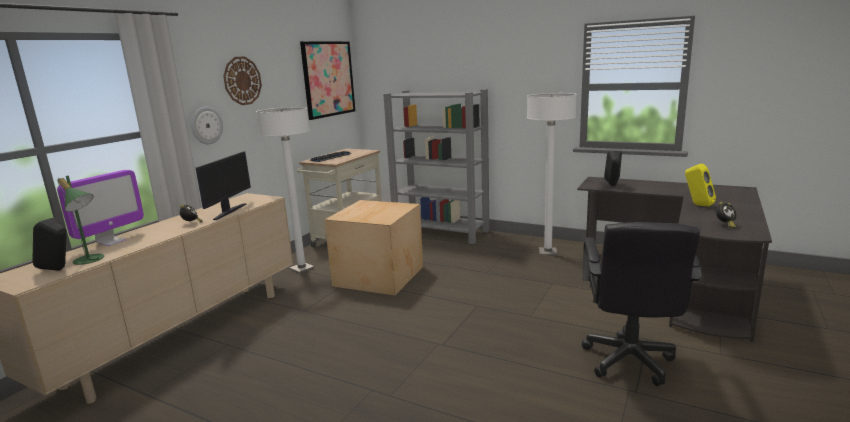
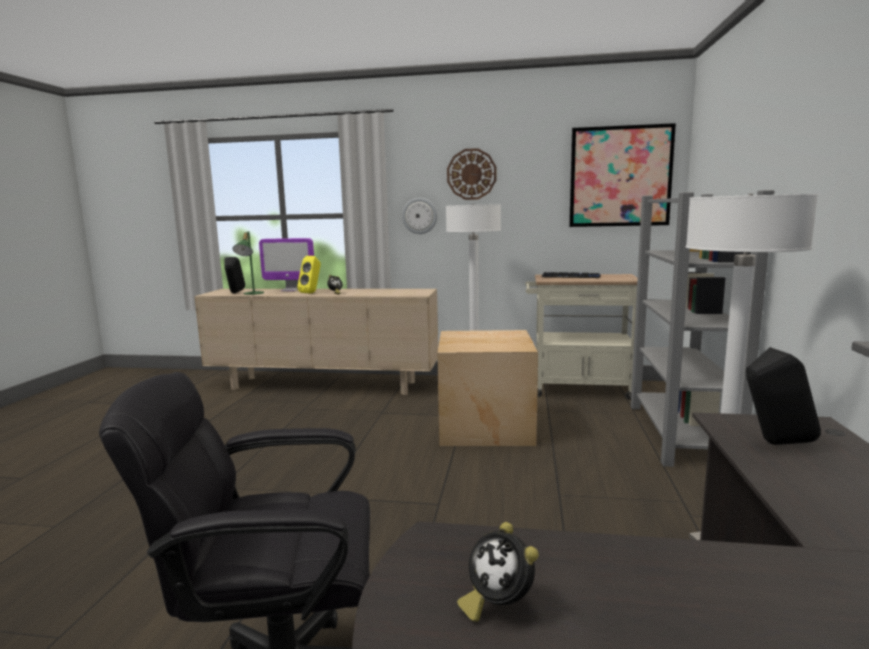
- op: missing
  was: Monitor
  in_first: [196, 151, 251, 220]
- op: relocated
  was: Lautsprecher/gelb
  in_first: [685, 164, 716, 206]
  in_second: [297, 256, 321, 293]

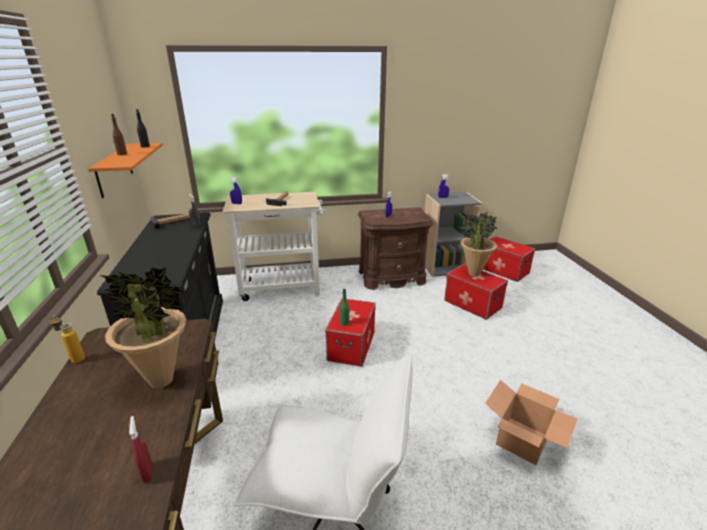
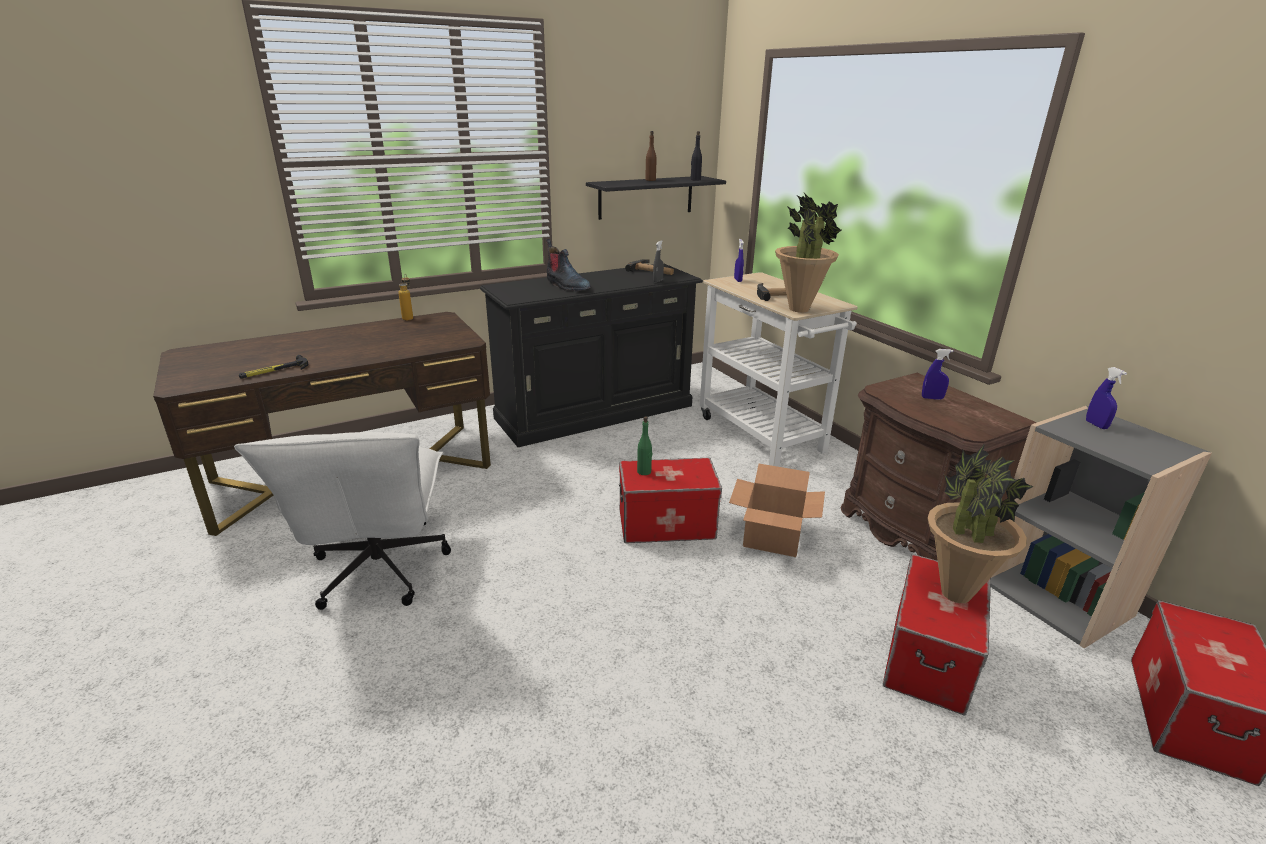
- op: colour
  was: Wandregal/orange
  now: Wandregal/schwarz
  in_first: [88, 143, 163, 198]
  in_second: [586, 176, 726, 220]
- op: relocated
  was: Topfpflanze
  in_first: [100, 267, 186, 388]
  in_second: [775, 193, 841, 313]
- op: exchanged
  was: Sprühflasche/rot
  now: Hammer
  in_first: [129, 416, 152, 483]
  in_second: [239, 355, 308, 379]
- op: relocated
  was: Karton
  in_first: [485, 380, 578, 465]
  in_second: [729, 464, 825, 557]
- op: appeared
  now: Stiefel
  in_second: [546, 239, 591, 292]

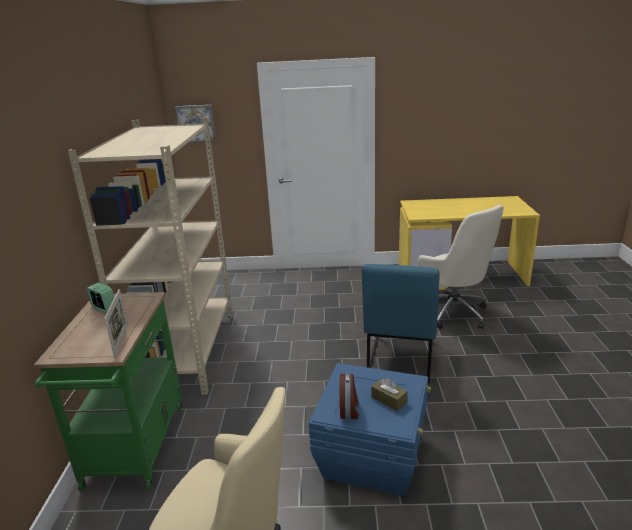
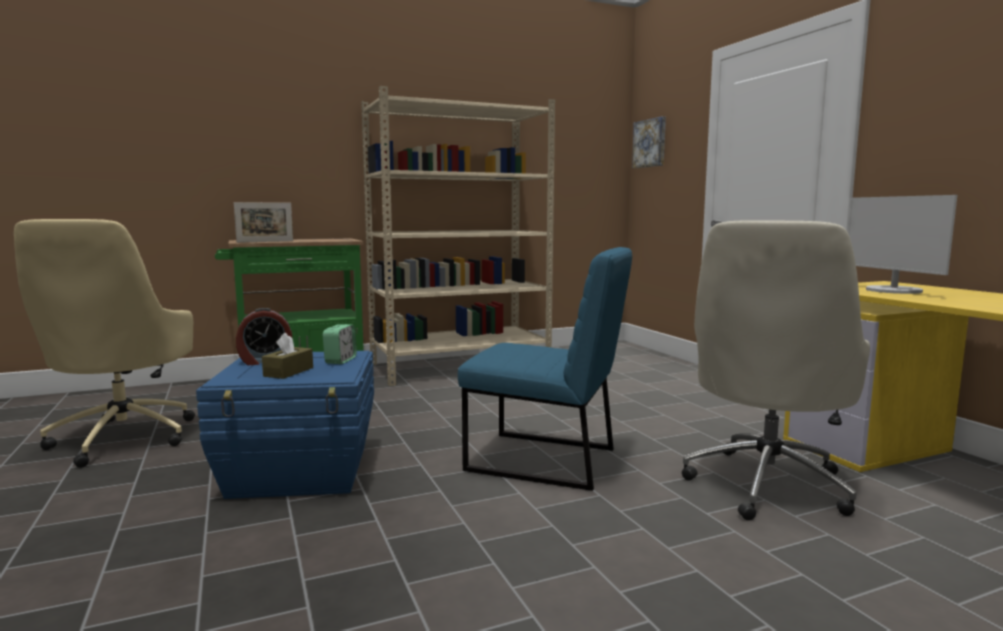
- op: relocated
  was: Wecker
  in_first: [87, 283, 115, 313]
  in_second: [323, 324, 357, 364]
- op: spun
  was: Stuhl/blau
  in_first: [362, 264, 440, 383]
  in_second: [458, 247, 632, 491]
  clockwise: -150
- op: appeared
  now: Monitor
  in_second: [847, 195, 957, 294]

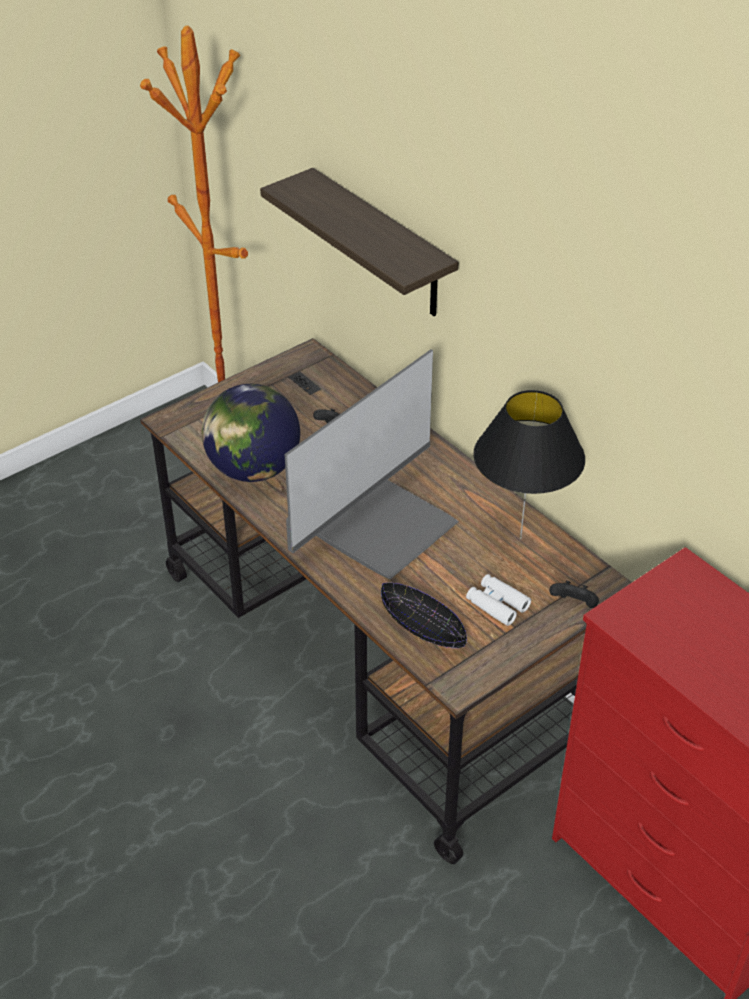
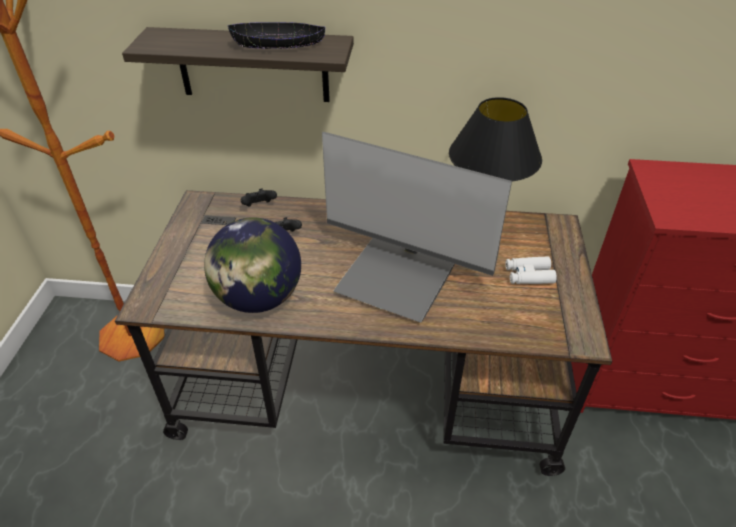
- op: spun
  was: Monitor
  in_first: [285, 349, 459, 579]
  in_second: [322, 132, 512, 323]
  clockwise: 120
- op: relocated
  was: Schüssel/schwarz
  in_first: [381, 583, 467, 648]
  in_second: [228, 22, 325, 49]
- op: relocated
  was: Gamepad/schwarz
  in_first: [549, 581, 599, 608]
  in_second: [241, 188, 277, 206]

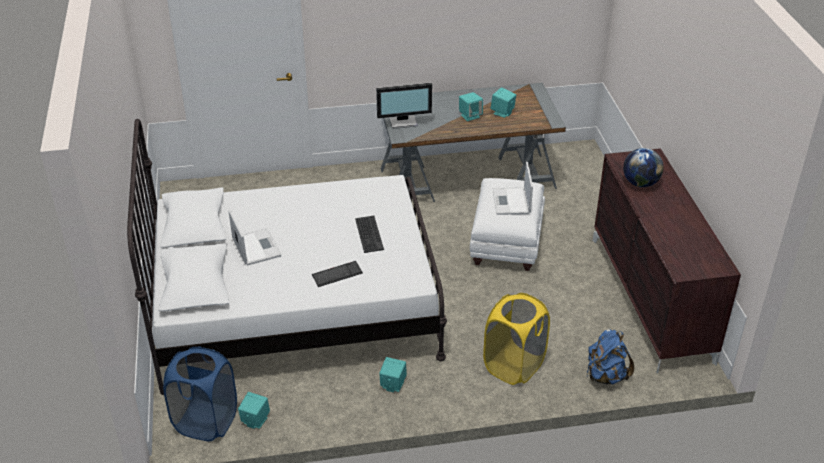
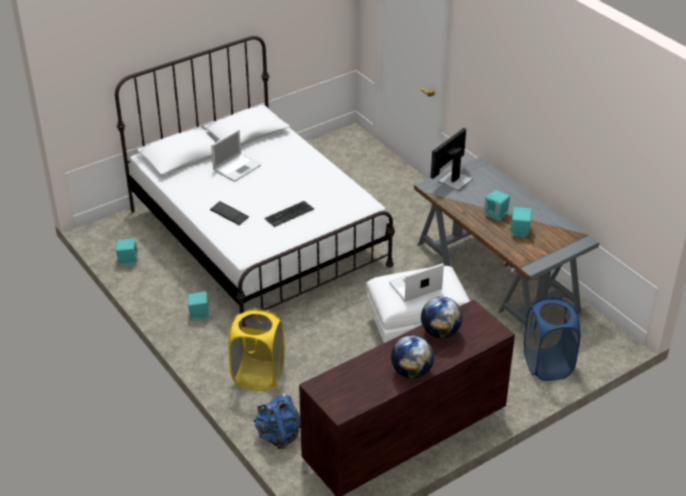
- op: relocated
  was: Wäschekorb/blau
  in_first: [163, 346, 237, 441]
  in_second: [524, 298, 580, 381]
- op: spun
  was: Monitor
  in_first: [376, 83, 432, 129]
  in_second: [431, 128, 473, 191]
  clockwise: 75
- op: appeared
  now: Globus
  in_second: [391, 335, 434, 378]

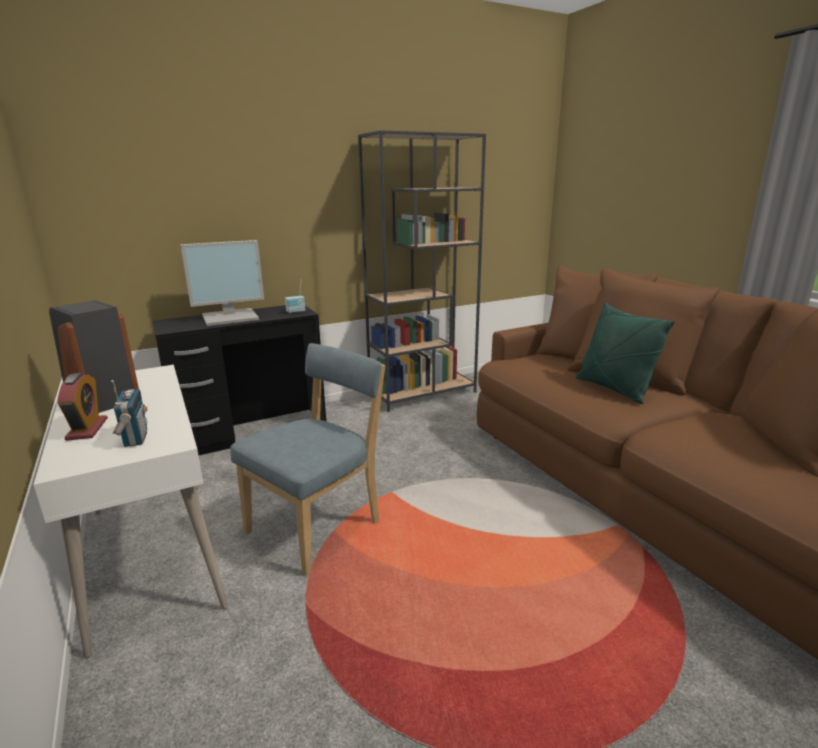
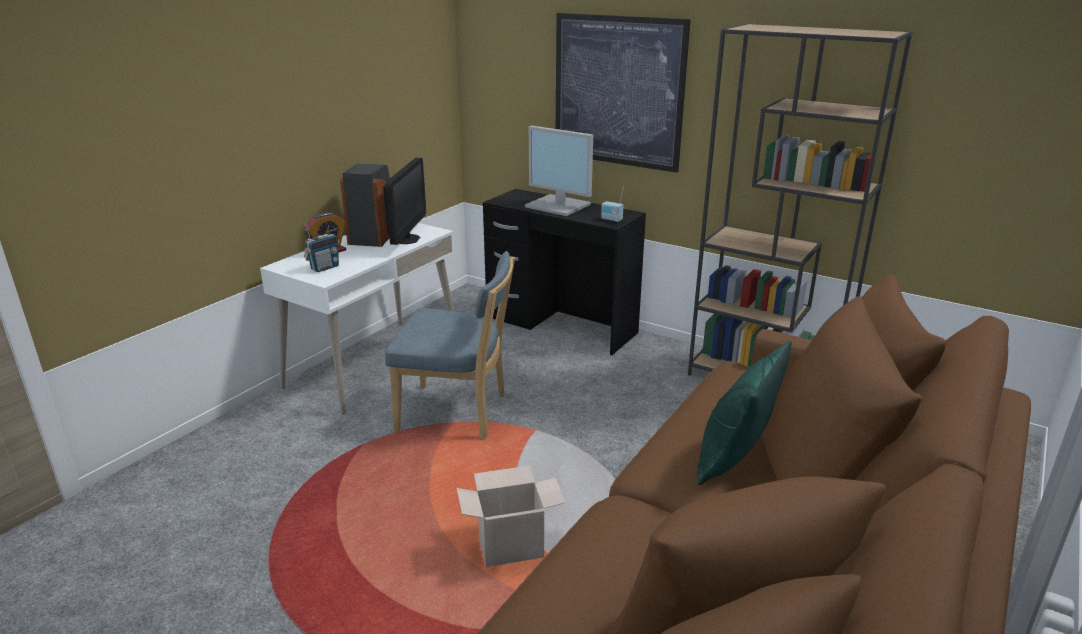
- op: appeared
  now: Monitor
  in_second: [383, 158, 426, 245]
- op: appeared
  now: Karton
  in_second: [456, 466, 566, 567]
- op: appeared
  now: Bild
  in_second: [556, 13, 691, 173]

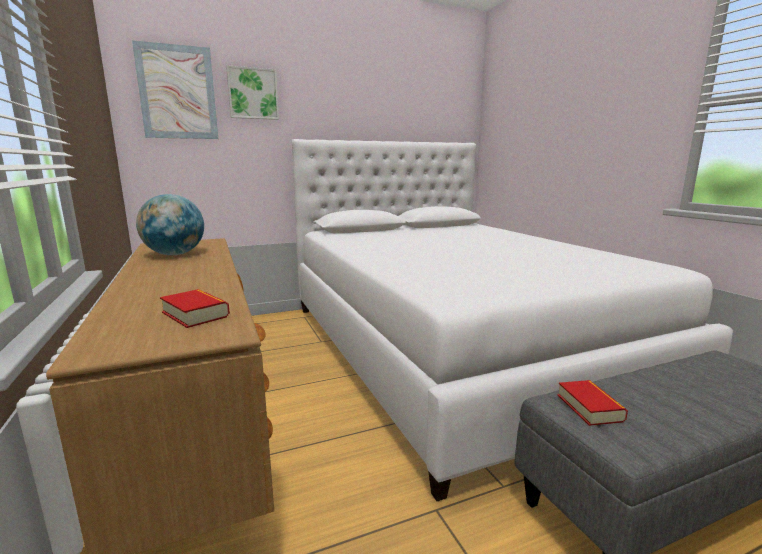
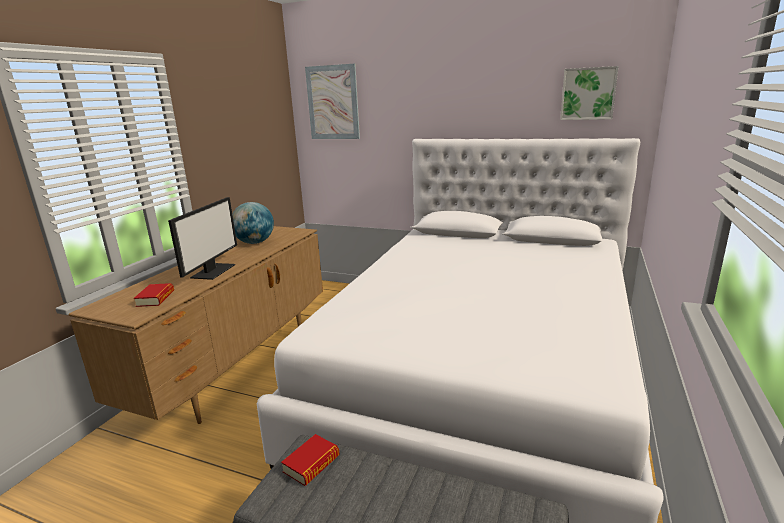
- op: relocated
  was: Bild
  in_first: [226, 65, 279, 120]
  in_second: [560, 66, 619, 120]
- op: appeared
  now: Monitor
  in_second: [168, 197, 237, 280]

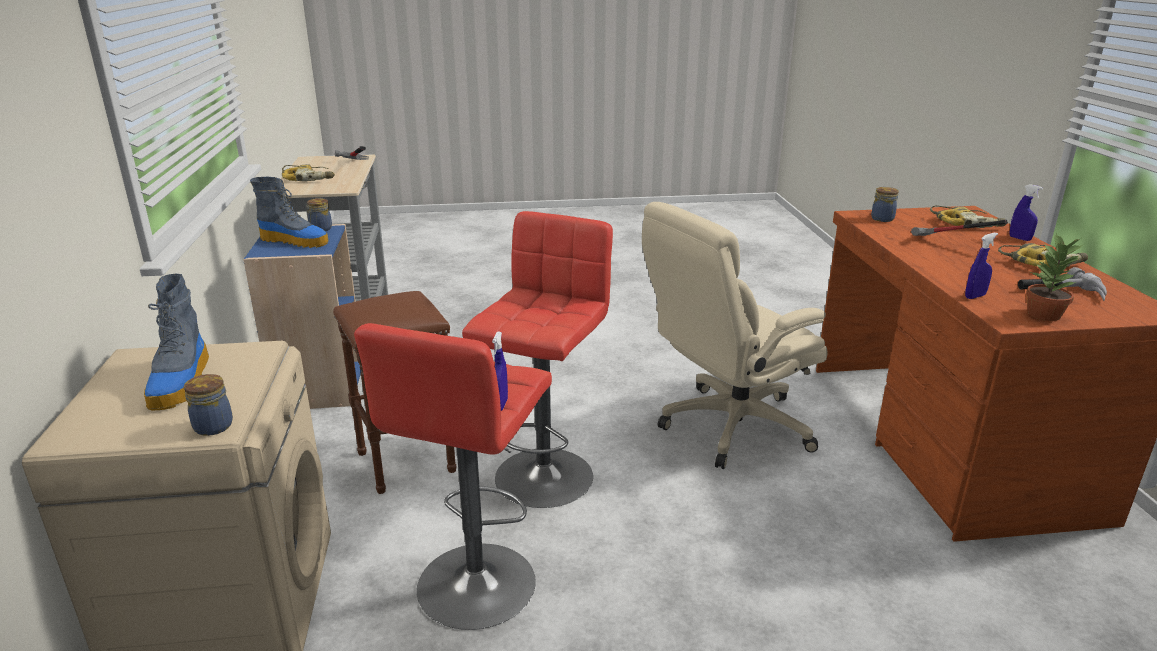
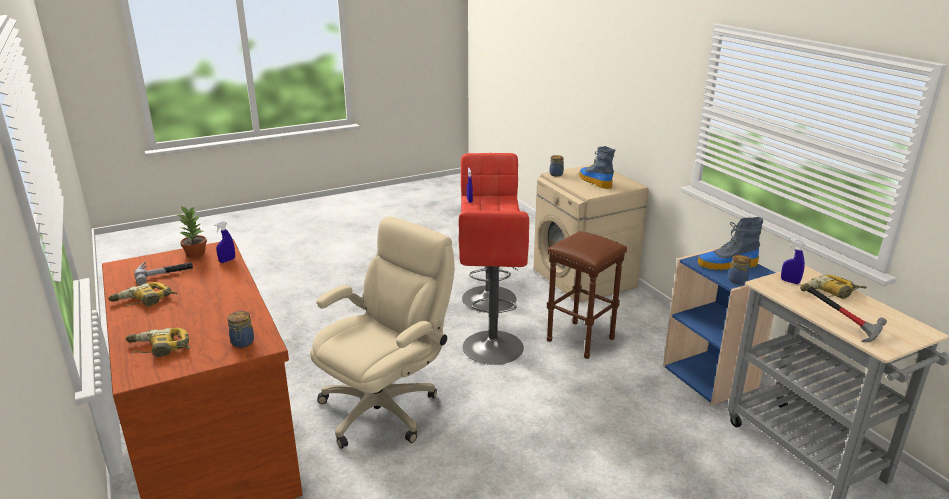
- op: missing
  was: Hammer
  in_first: [911, 220, 1007, 236]
- op: relocated
  was: Sprühflasche/blau
  in_first: [1009, 184, 1043, 241]
  in_second: [781, 239, 805, 284]

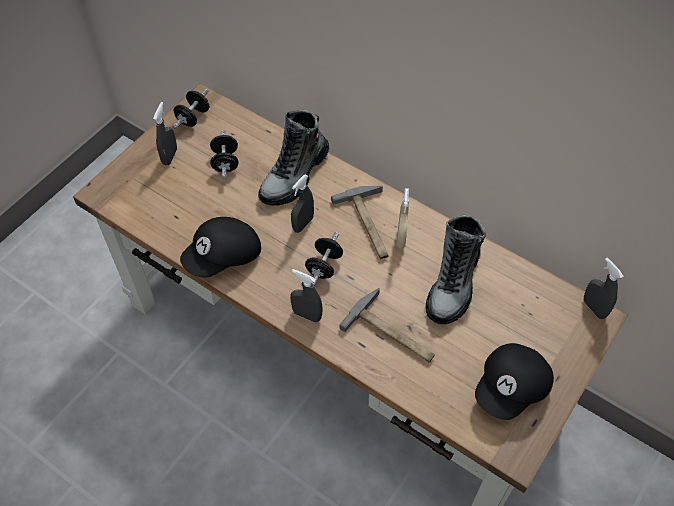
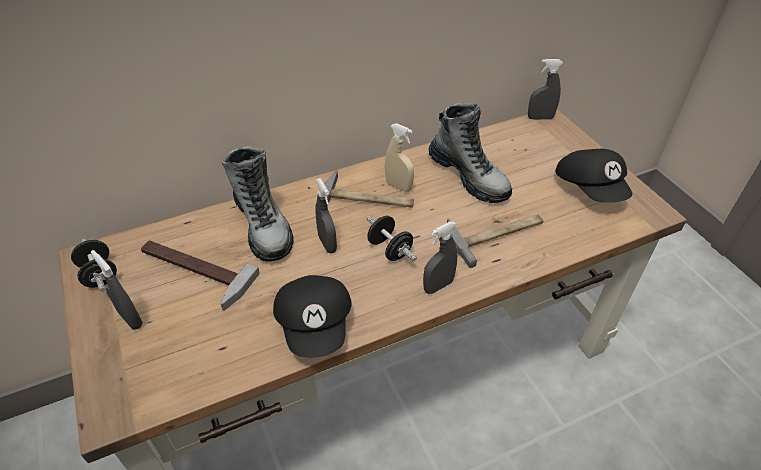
- op: exchanged
  was: Hantel/schwarz
  now: Hammer
  in_first: [210, 130, 239, 178]
  in_second: [141, 241, 260, 311]

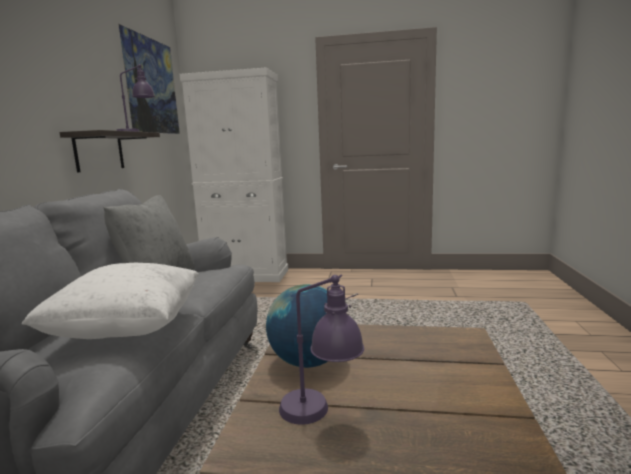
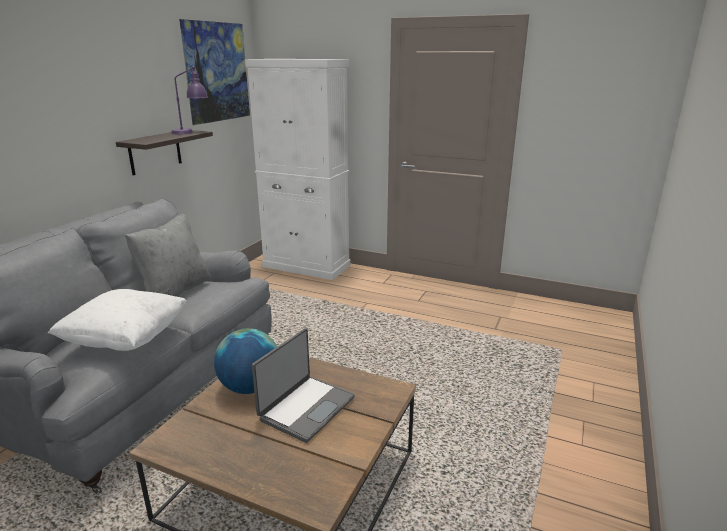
- op: missing
  was: Tischlampe/lila
  in_first: [279, 274, 364, 425]
- op: appeared
  now: Laptop
  in_second: [252, 328, 355, 443]

